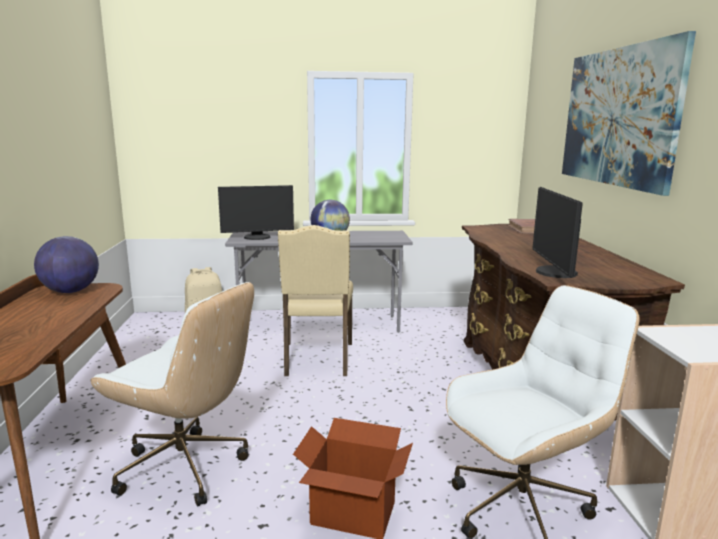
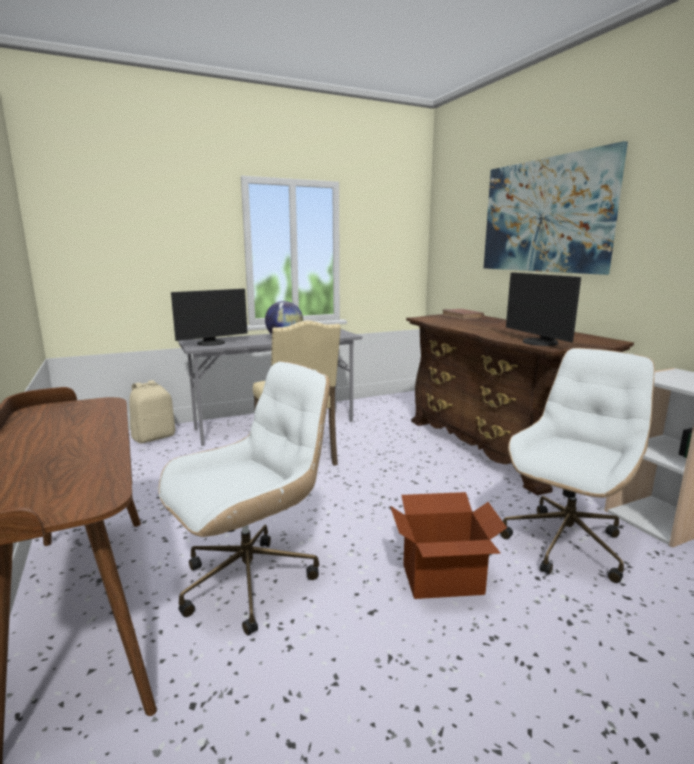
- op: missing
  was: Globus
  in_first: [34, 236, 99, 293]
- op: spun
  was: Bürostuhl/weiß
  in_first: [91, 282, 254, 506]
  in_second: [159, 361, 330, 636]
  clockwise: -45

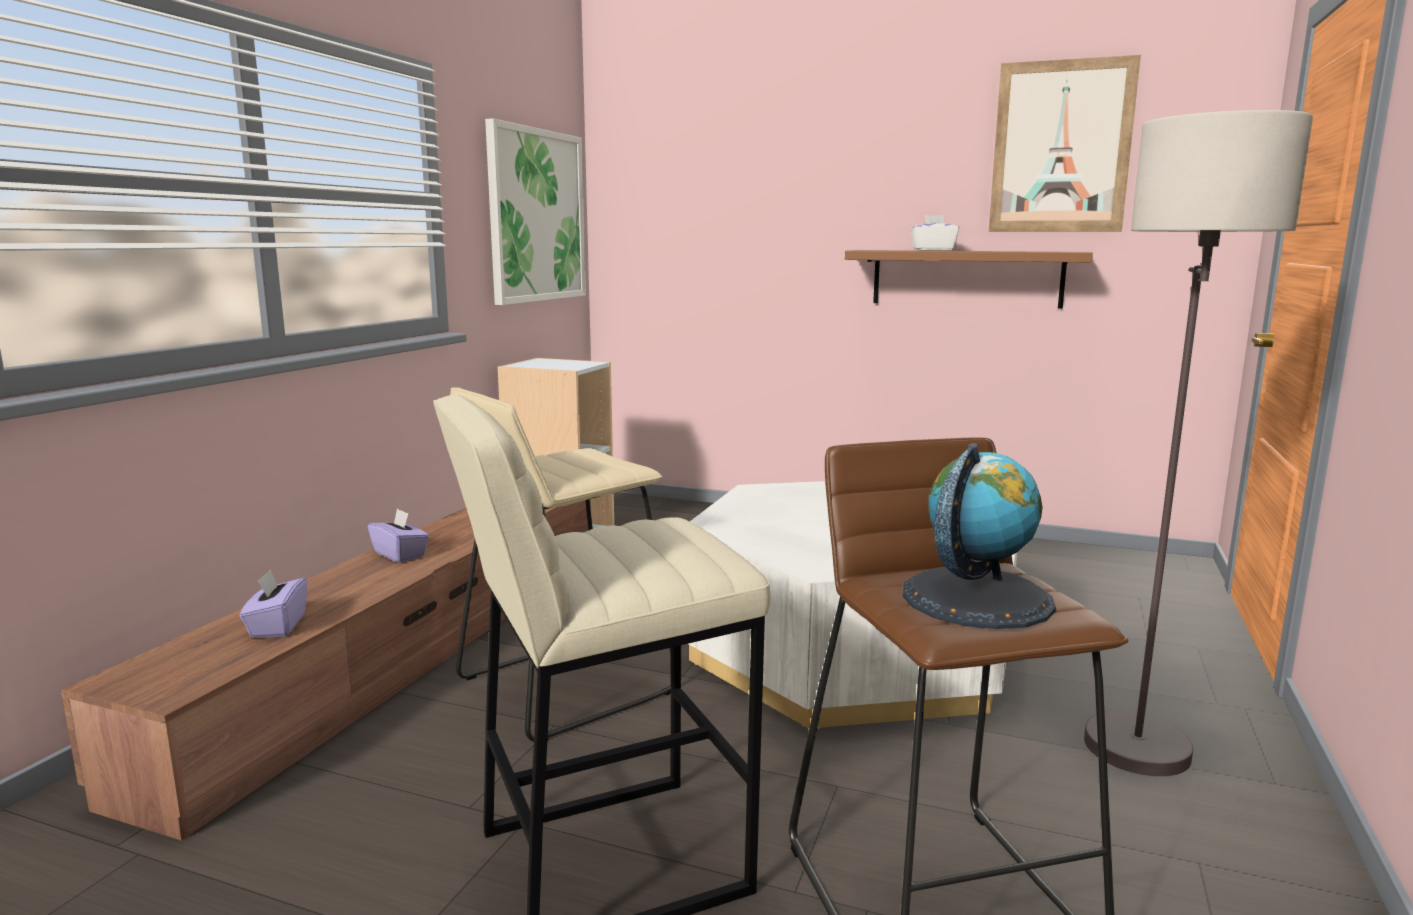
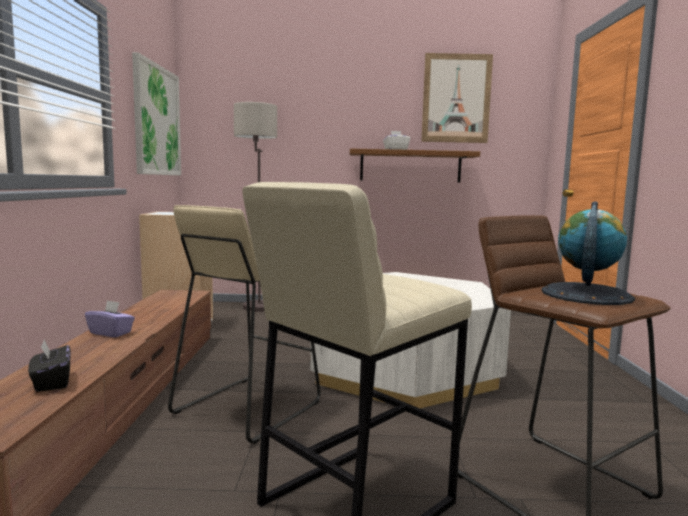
- op: colour
  was: Taschentuchbox/lila
  now: Taschentuchbox/schwarz
  in_first: [240, 570, 307, 638]
  in_second: [28, 339, 70, 392]
- op: relocated
  was: Stehlampe/grau
  in_first: [1084, 110, 1313, 776]
  in_second: [234, 102, 277, 312]

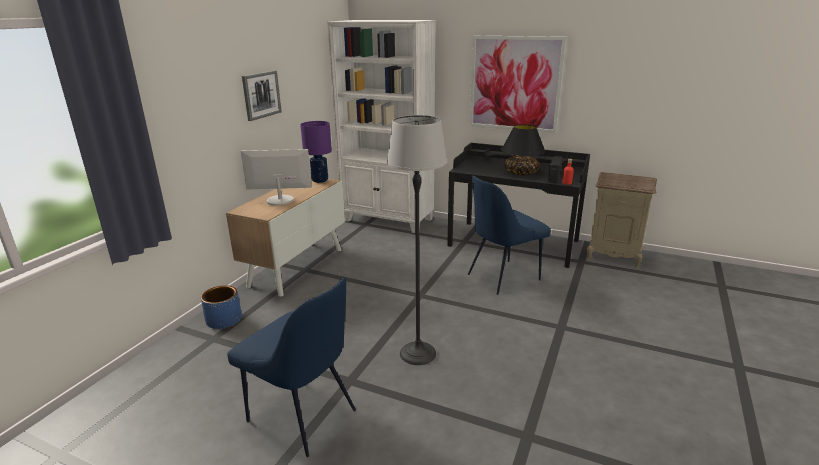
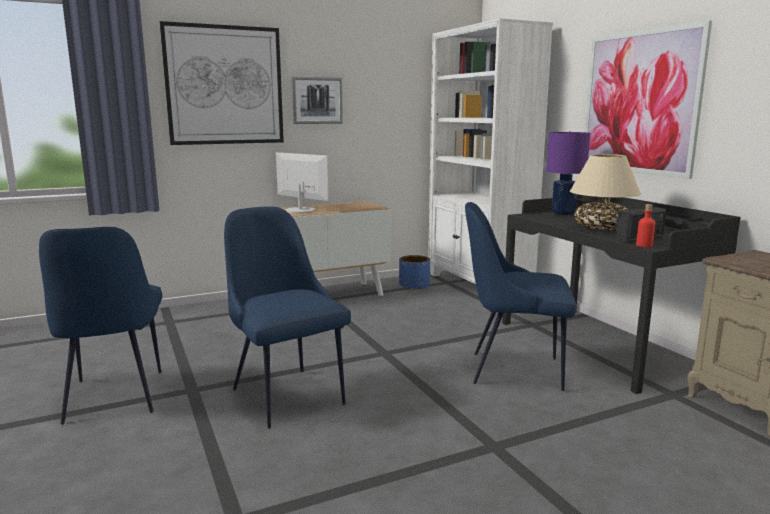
- op: relocated
  was: Pflanzkübel/blau
  in_first: [201, 285, 242, 329]
  in_second: [399, 255, 430, 289]
- op: relocated
  was: Tischlampe/lila
  in_first: [300, 121, 332, 183]
  in_second: [546, 131, 590, 215]
- op: exchanged
  was: Stehlampe
  now: Stuhl/blau
  in_first: [387, 115, 447, 365]
  in_second: [224, 206, 351, 429]
- op: colour
  was: Tischlampe/schwarz
  now: Tischlampe/beige
  in_first: [501, 124, 546, 175]
  in_second: [570, 154, 641, 230]
- op: appeared
  now: Bild
  in_second: [159, 21, 284, 145]

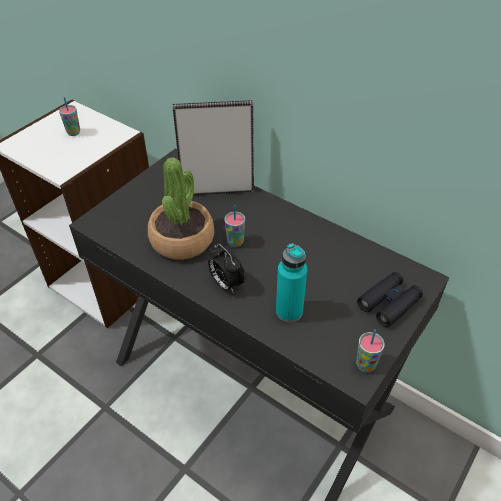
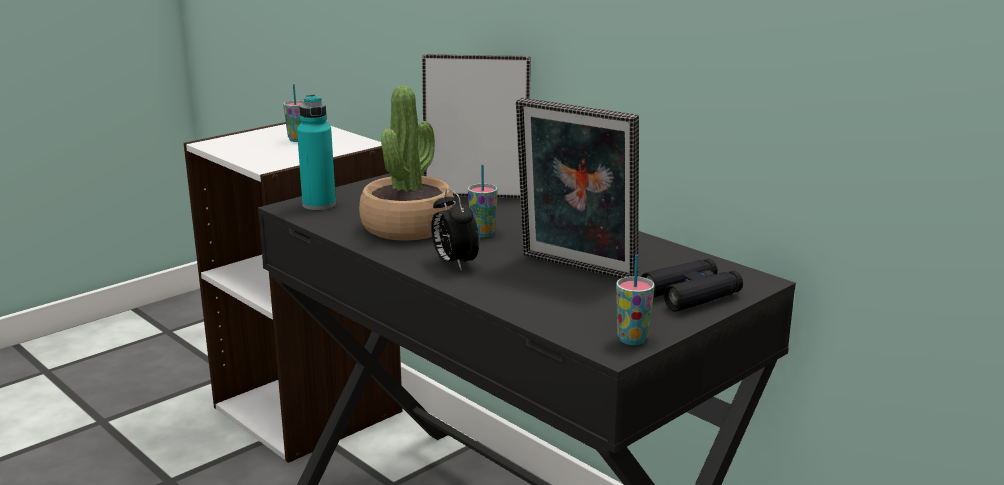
- op: relocated
  was: Flasche/türkis
  in_first: [276, 243, 307, 322]
  in_second: [297, 94, 336, 210]
- op: appeared
  now: Bilderrahmen
  in_second: [516, 98, 639, 279]

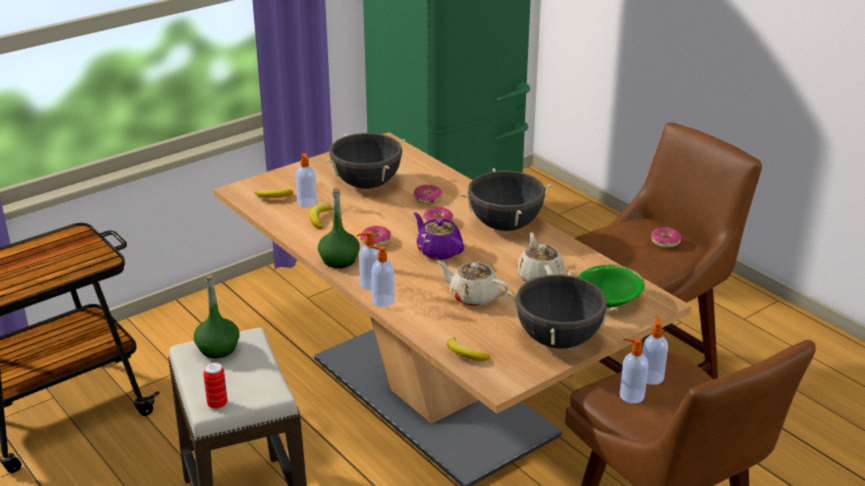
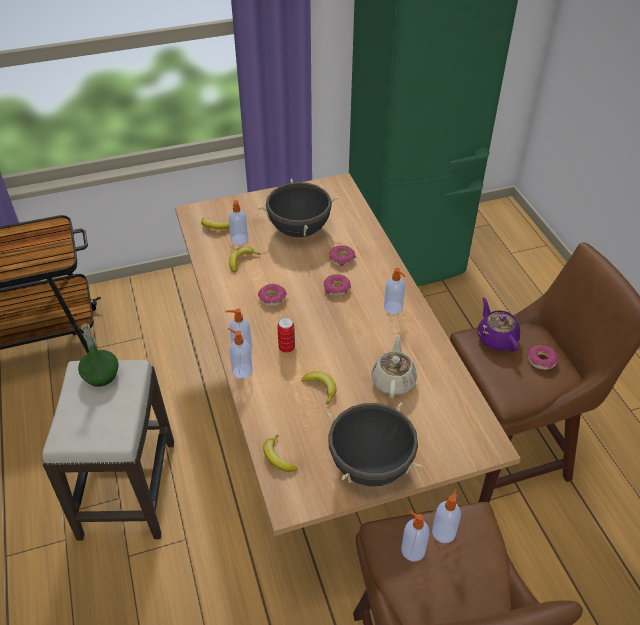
- op: relocated
  was: Dose
  in_first: [203, 362, 228, 409]
  in_second: [277, 317, 295, 353]
- op: missing
  was: Flasche/grün
  in_first: [318, 188, 360, 268]
- op: relocated
  was: Teekanne/lila
  in_first: [414, 212, 464, 260]
  in_second: [477, 297, 520, 352]
- op: exchanged
  was: Teekanne/beige
  now: Banane
  in_first: [437, 261, 509, 306]
  in_second: [301, 372, 336, 405]
- op: exchanged
  was: Kochtopf/schwarz
  now: Seifenspender
  in_first: [460, 168, 553, 231]
  in_second: [384, 268, 405, 314]
- op: missing
  was: Schüssel/grün
  in_first: [578, 265, 645, 307]

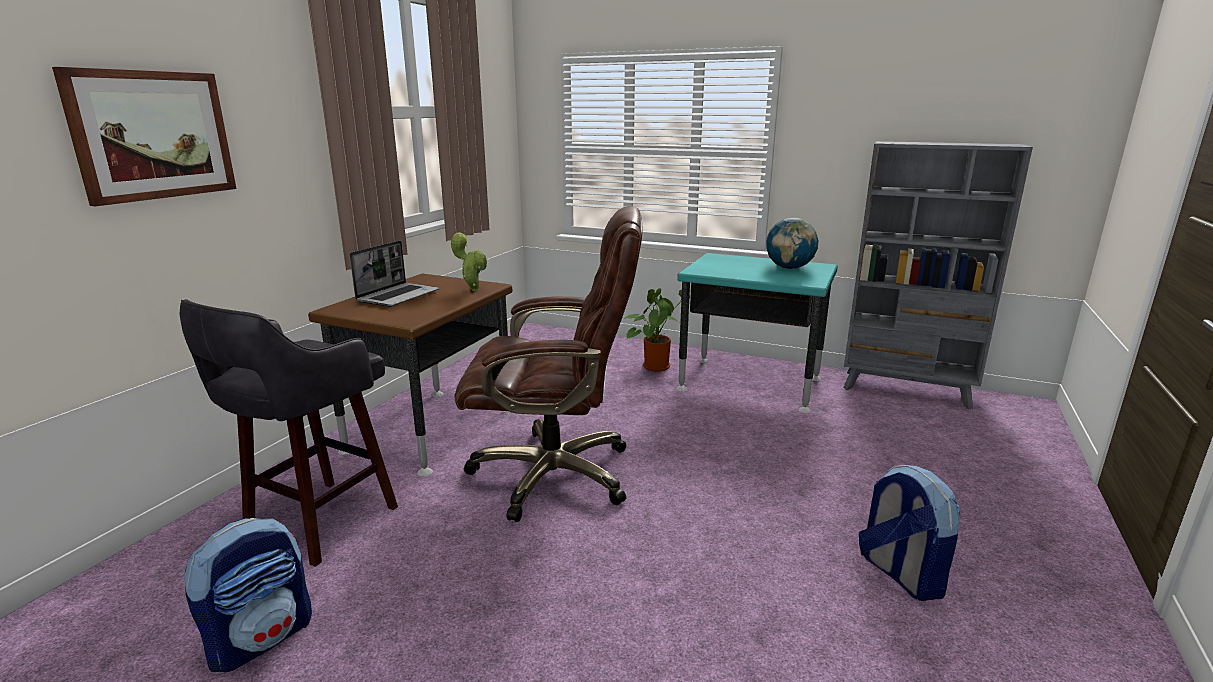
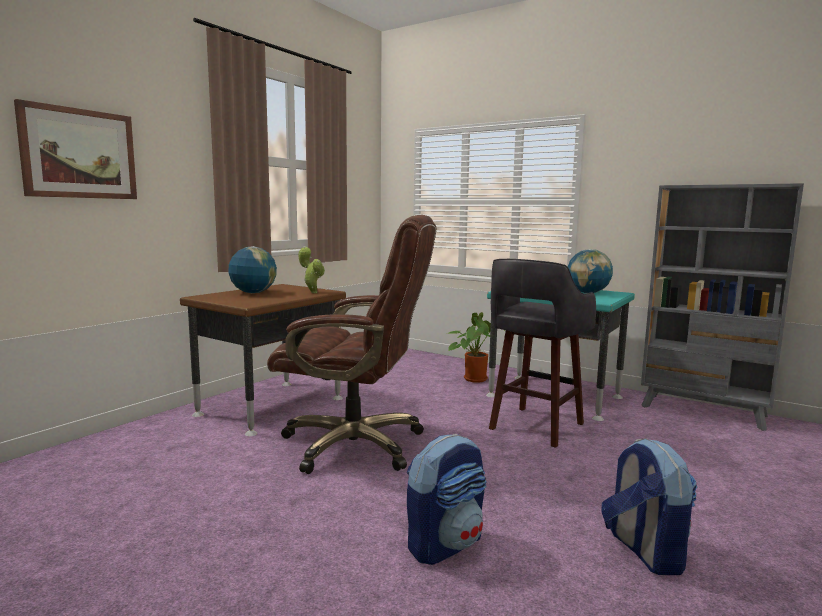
- op: relocated
  was: Hocker/grau
  in_first: [180, 299, 398, 567]
  in_second: [489, 259, 596, 448]
- op: relocated
  was: Rucksack
  in_first: [184, 518, 312, 672]
  in_second: [407, 434, 487, 565]
- op: exchanged
  was: Laptop
  now: Globus
  in_first: [349, 240, 440, 307]
  in_second: [228, 246, 277, 293]

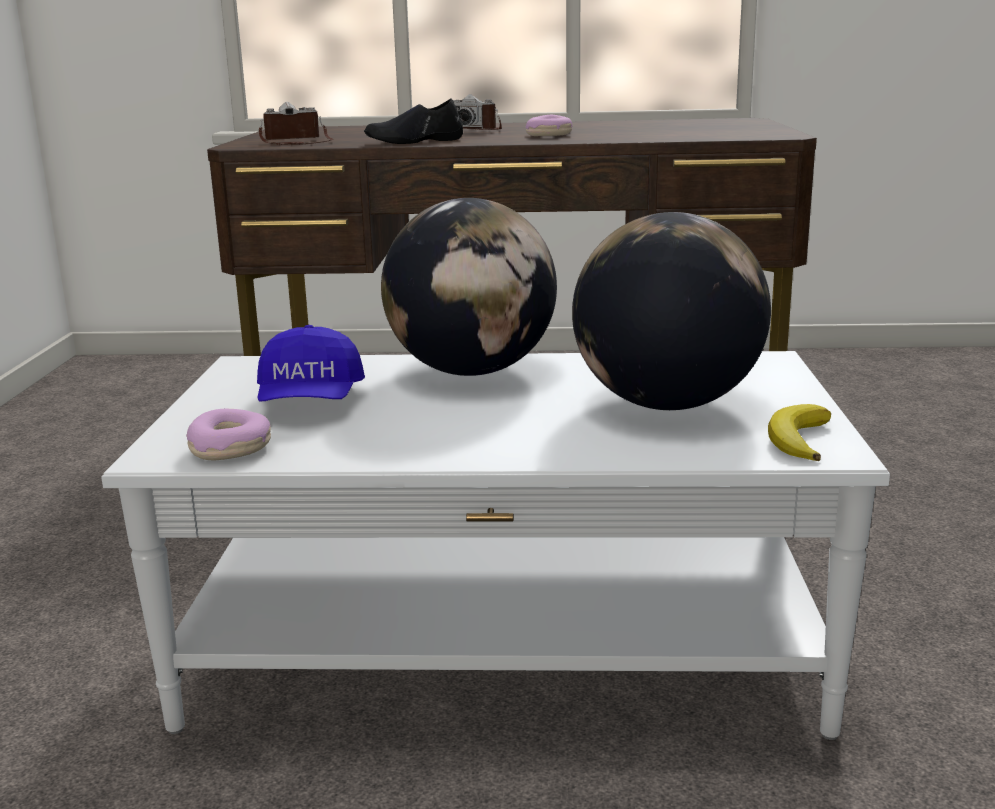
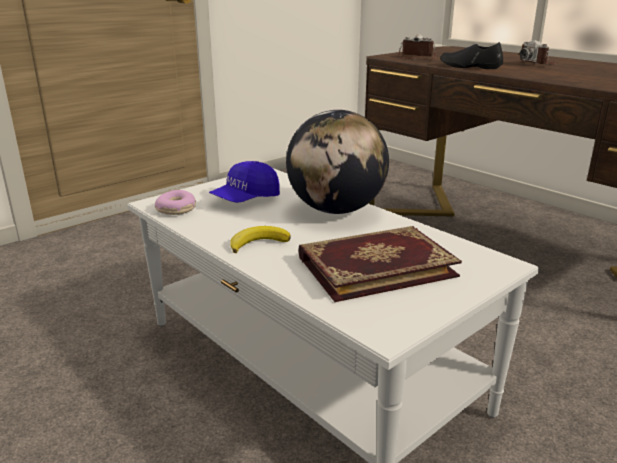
- op: missing
  was: Donut
  in_first: [526, 115, 572, 136]
- op: exchanged
  was: Globus
  now: Buch
  in_first: [572, 212, 771, 410]
  in_second: [298, 226, 462, 302]
- op: relocated
  was: Banane
  in_first: [768, 404, 831, 461]
  in_second: [230, 226, 291, 253]

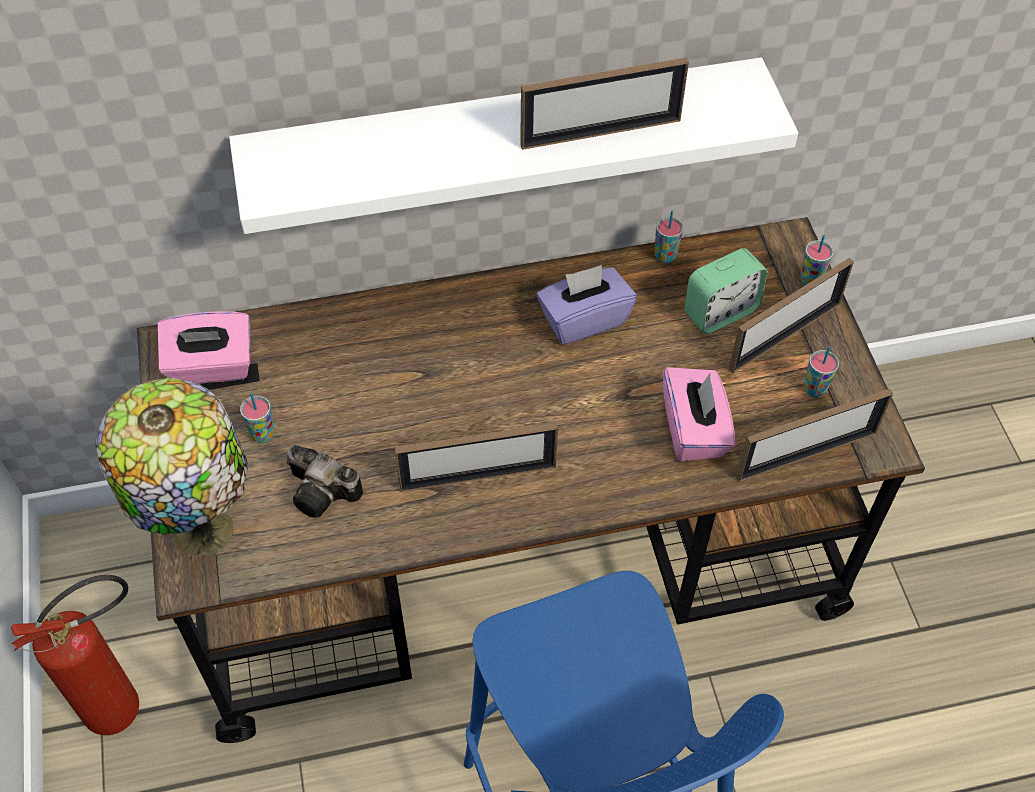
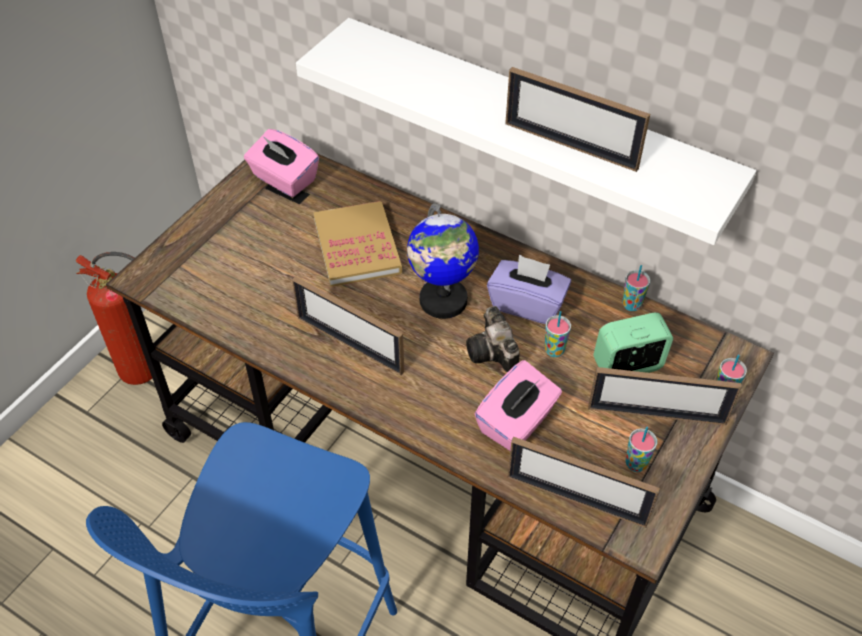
- op: missing
  was: Tischlampe
  in_first: [96, 377, 248, 555]
- op: relocated
  was: Tasse
  in_first: [240, 393, 274, 443]
  in_second: [545, 311, 571, 357]
- op: relocated
  was: Kamera
  in_first: [286, 445, 363, 518]
  in_second: [466, 306, 520, 372]
- op: spun
  was: Wecker
  in_first: [685, 248, 768, 334]
  in_second: [593, 312, 673, 373]
  clockwise: 150
- op: appeared
  now: Buch
  in_second: [313, 201, 402, 287]
- op: appeared
  now: Globus
  in_second: [407, 203, 479, 319]

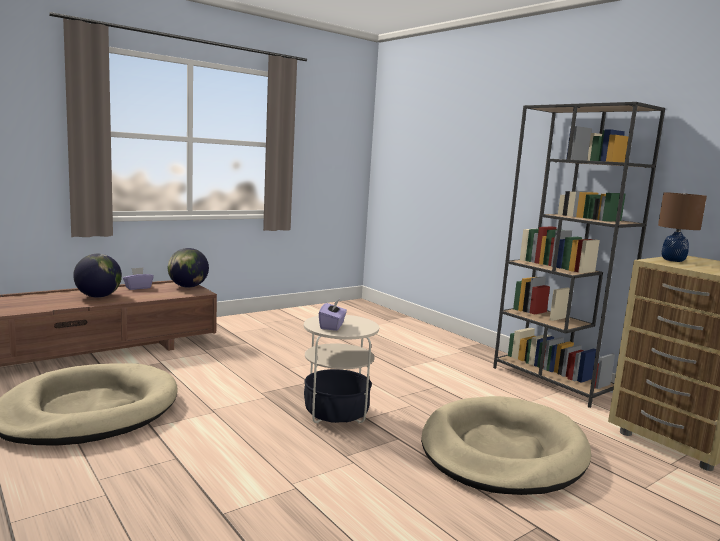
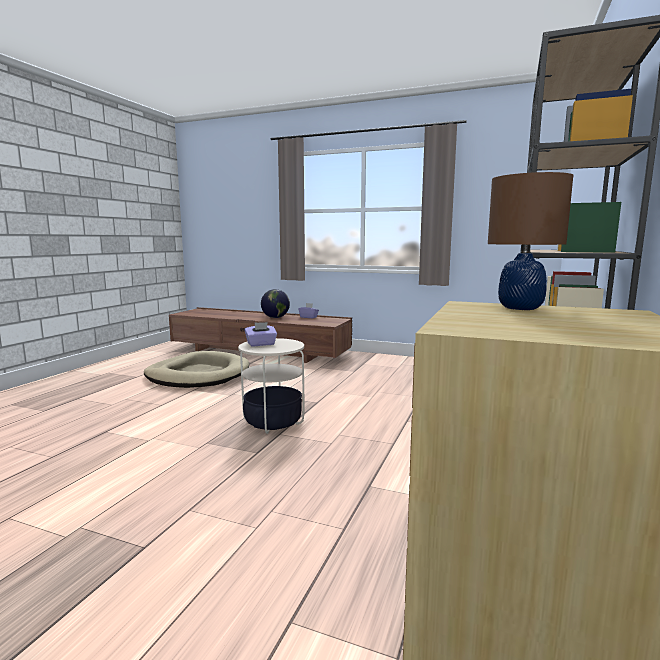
- op: missing
  was: Globus
  in_first: [168, 248, 209, 288]
- op: missing
  was: Hundebett/beige
  in_first: [421, 396, 591, 495]

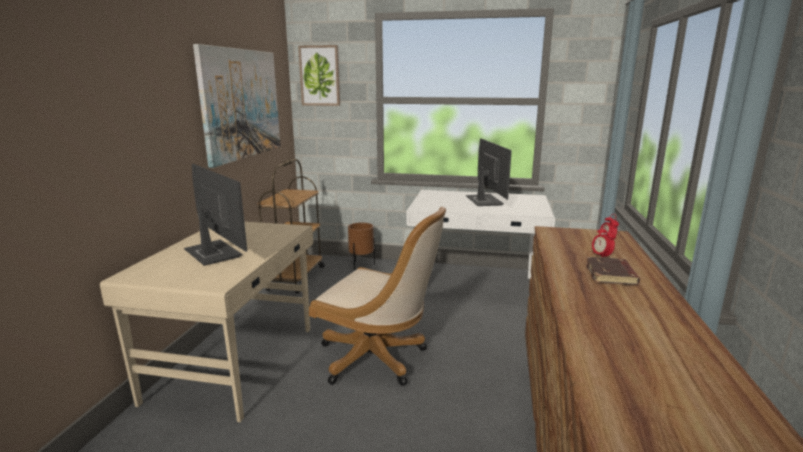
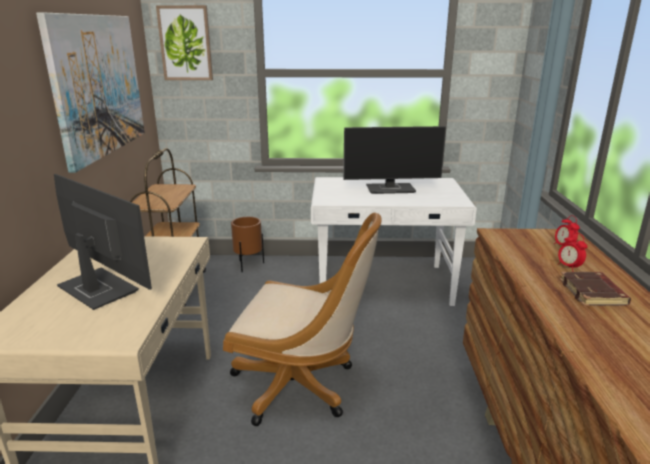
- op: spun
  was: Monitor
  in_first: [466, 138, 512, 206]
  in_second: [343, 126, 446, 194]
  clockwise: 105

